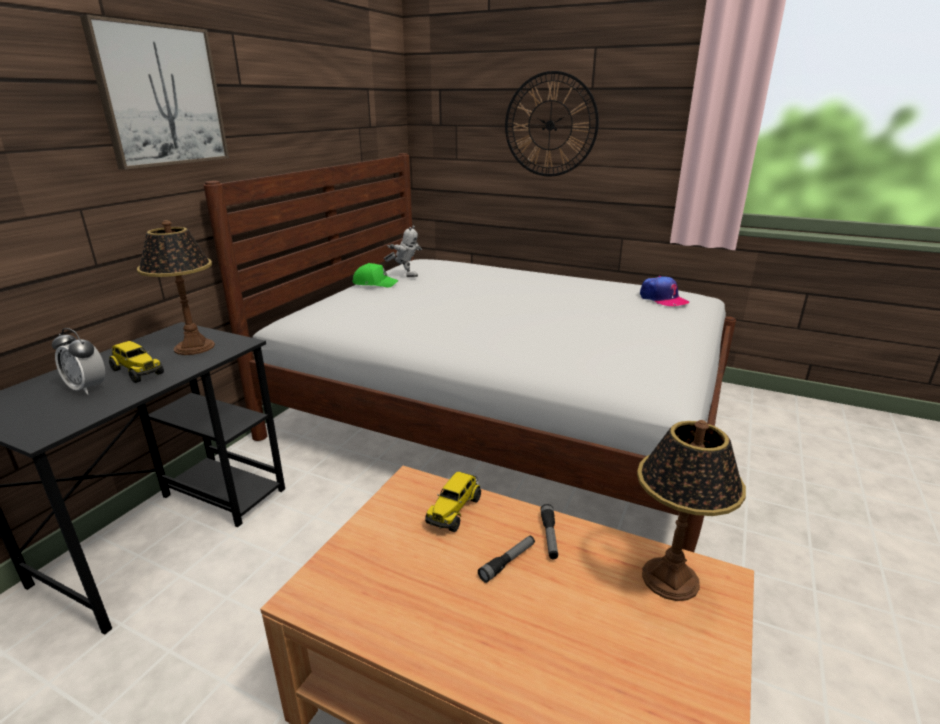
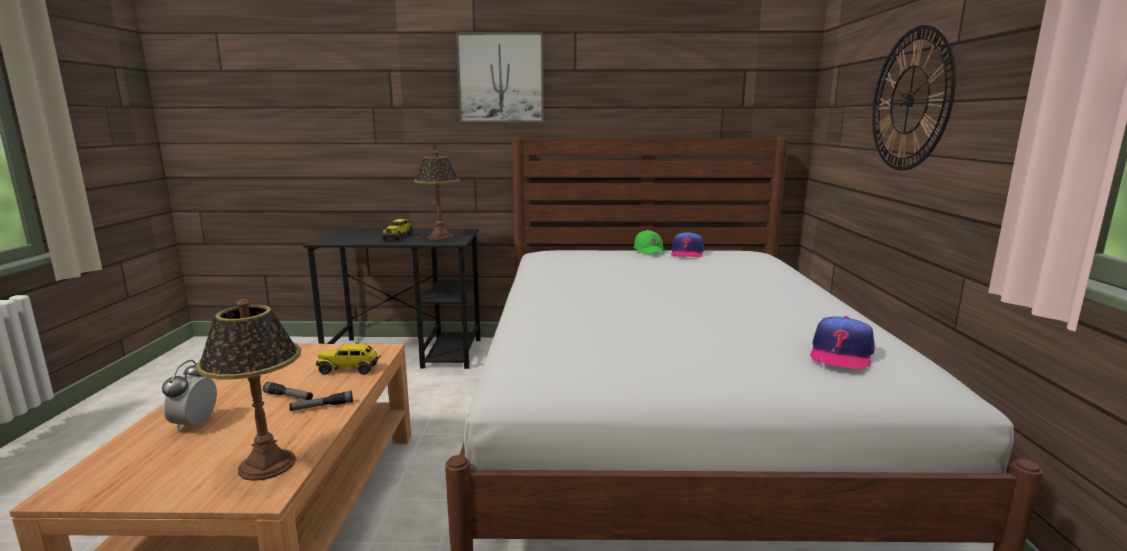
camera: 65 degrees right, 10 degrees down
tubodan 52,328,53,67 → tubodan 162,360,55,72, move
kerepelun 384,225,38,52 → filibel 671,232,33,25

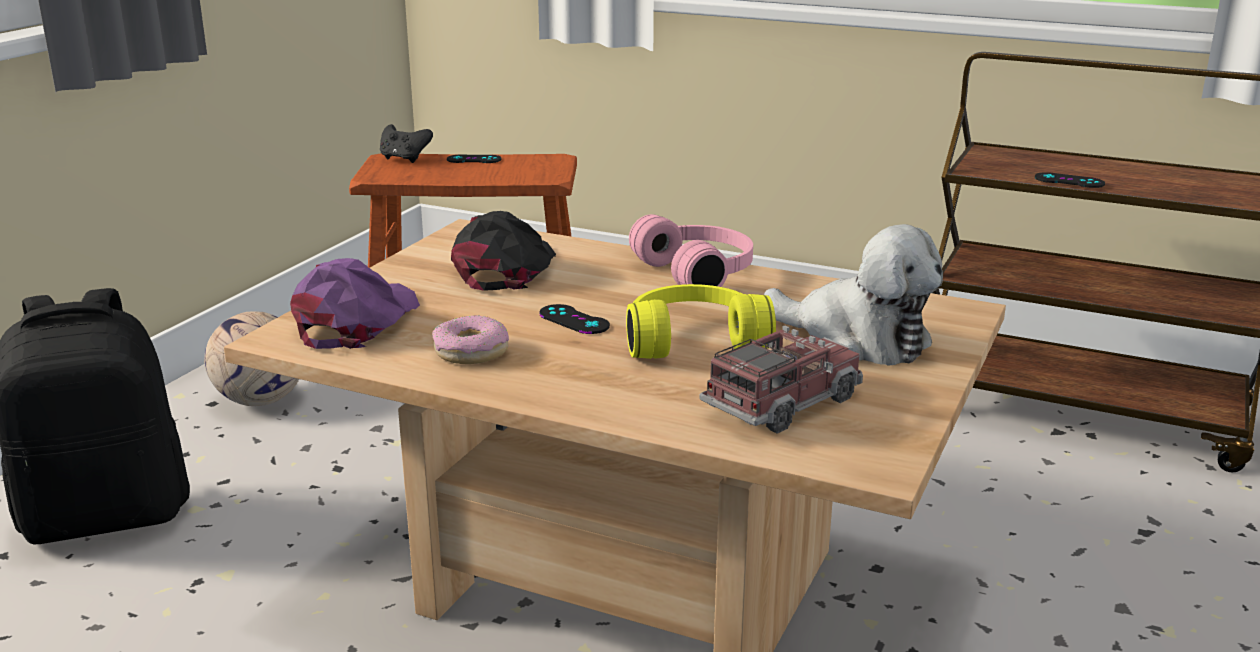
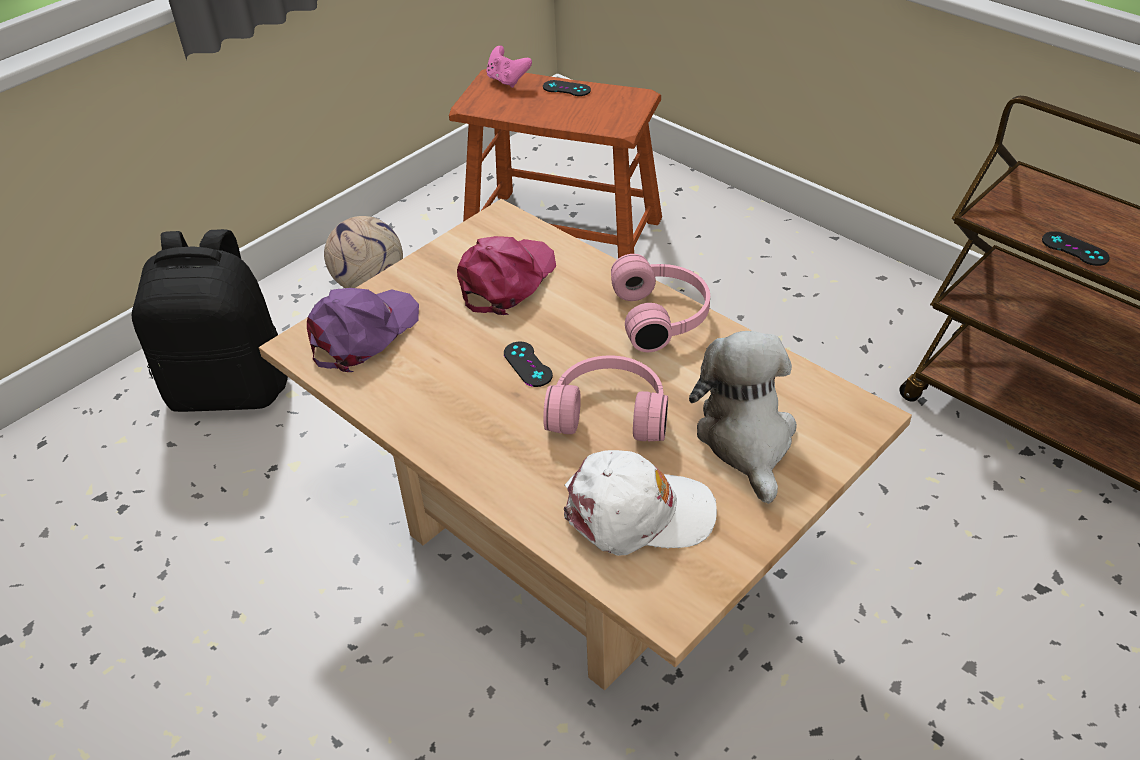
camera: 20 degrees right, 20 degrees up
black filibel 451,211,105,80 → pink filibel 457,236,99,79
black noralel 380,124,53,39 → pink noralel 486,46,46,42
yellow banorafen 626,284,150,75 → pink banorafen 543,355,125,86
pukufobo 699,326,164,108 → white filibel 564,450,153,106
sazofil 764,224,179,142 → sazofil 689,331,108,173, 150 degrees counterclockwise
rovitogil 432,315,77,49 → -

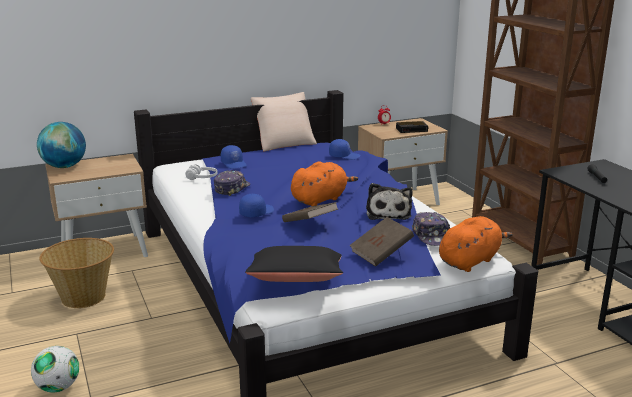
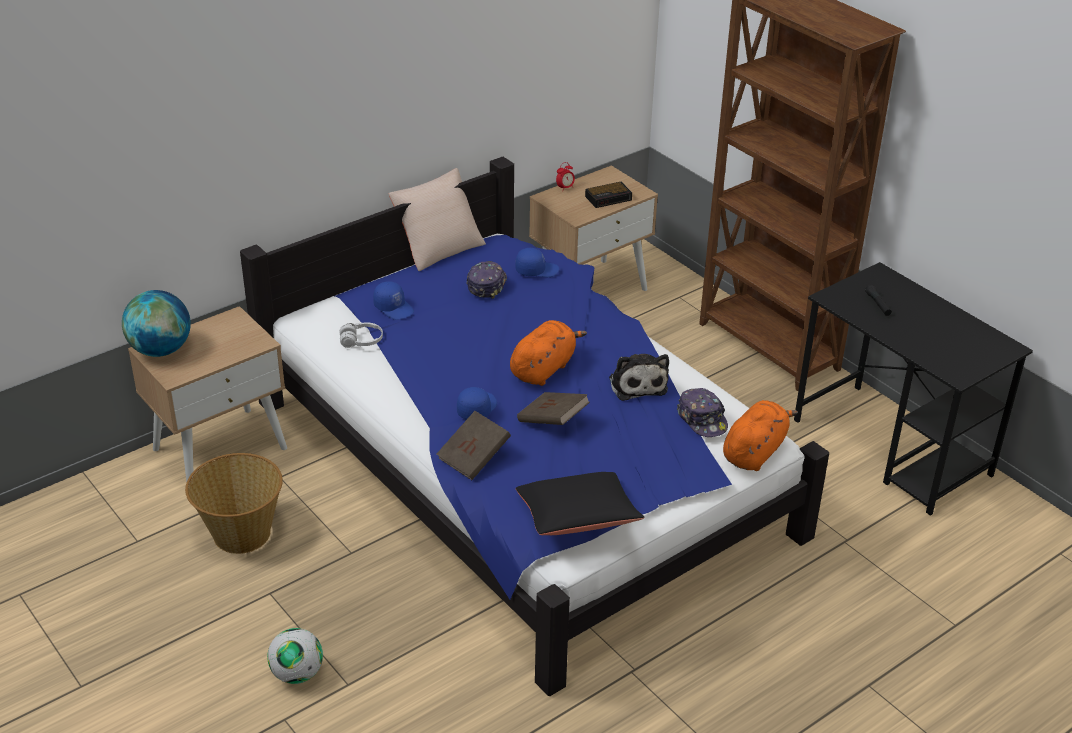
camera: 15 degrees left, 15 degrees up
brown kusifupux 350,217,64,50 → brown kusifupux 437,411,74,69, move
filibel 214,170,36,26 → filibel 466,261,41,38, move

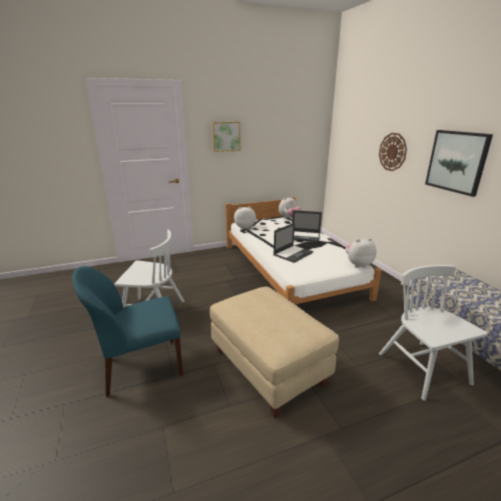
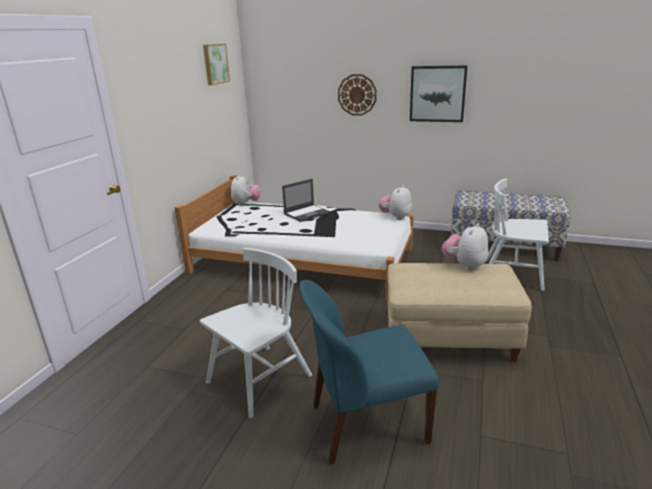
camera: 50 degrees left, 0 degrees up
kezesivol 212,122,29,30 → kezesivol 203,44,27,41, move
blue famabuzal 72,266,111,131 → blue famabuzal 299,280,140,185, 60 degrees clockwise
sazofil 234,206,22,23 → sazofil 442,223,46,47, move
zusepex 273,223,40,40 → -

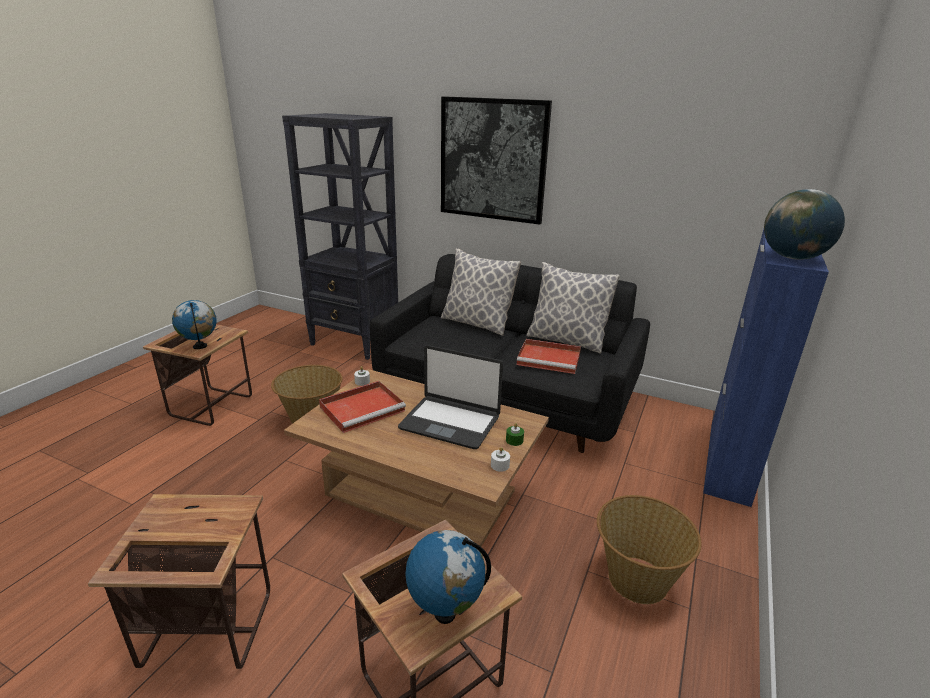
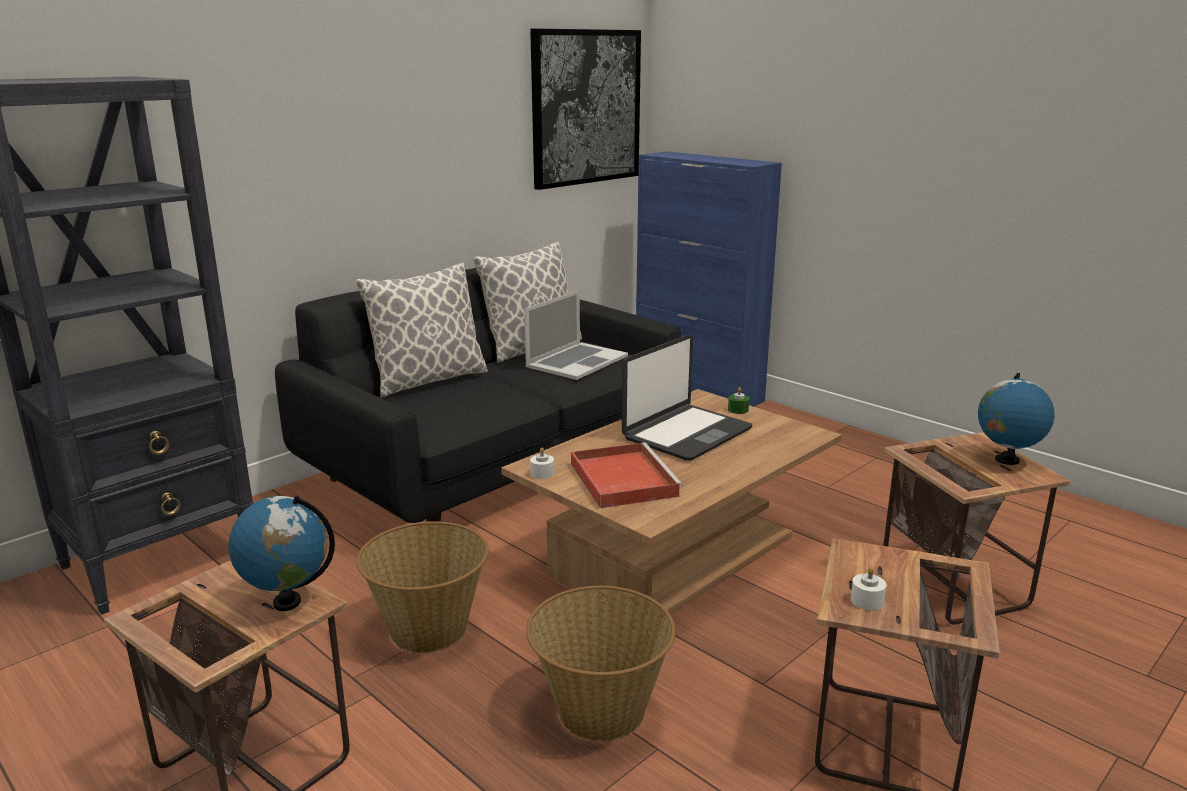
camera: 70 degrees left, 5 degrees down
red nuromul 516,339,65,35 → zusepex 524,290,104,90
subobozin 597,495,105,109 → subobozin 526,586,150,155, move
kezesivol 441,96,111,129 → kezesivol 530,29,111,161, move
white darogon 491,447,19,25 → white darogon 851,567,36,43, move
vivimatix 764,189,81,71 → -

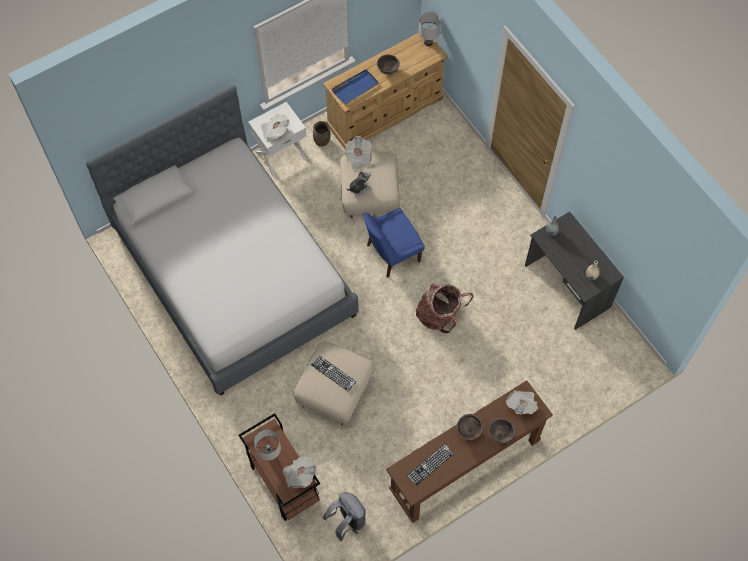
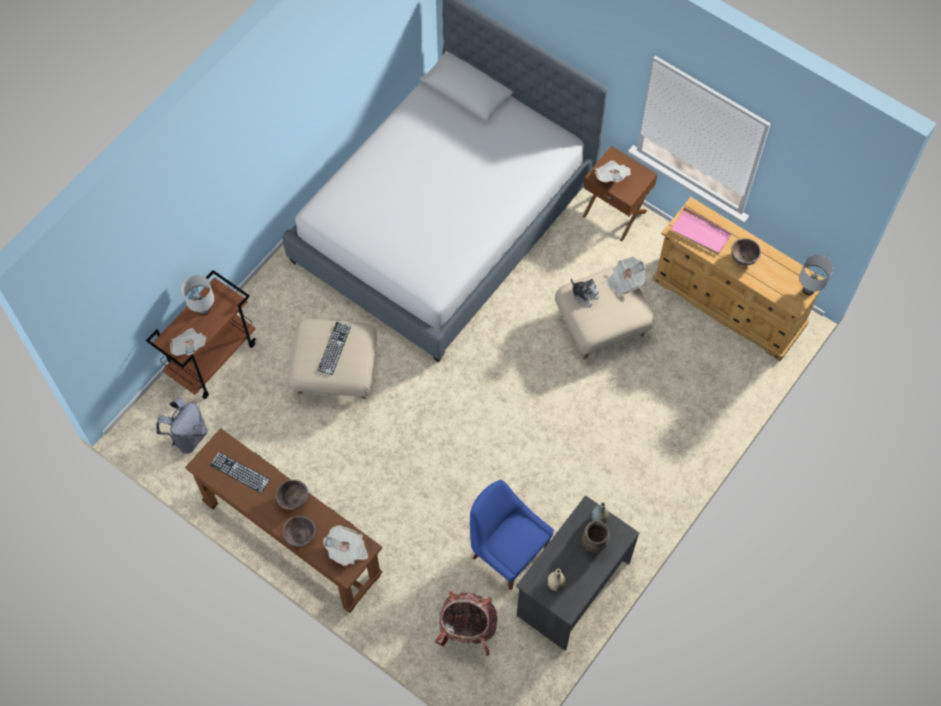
camera: 70 degrees right, 0 degrees up
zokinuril 416,284,57,49 → zokinuril 435,591,62,65, move
blue famabuzal 363,208,62,70 → blue famabuzal 470,480,84,110, move
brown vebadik 313,121,17,25 → brown vebadik 582,520,27,33, move
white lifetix 248,102,59,75 → brown lifetix 583,146,75,96
blue nuromul 332,69,47,36 → pink nuromul 670,206,62,49

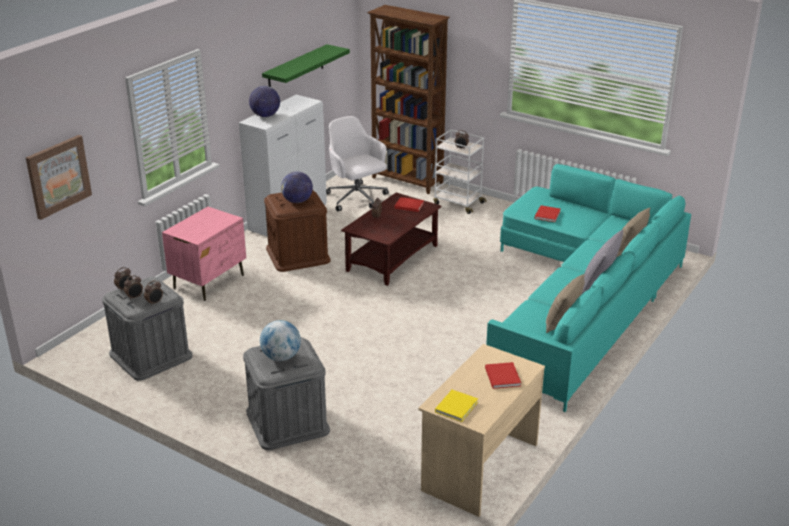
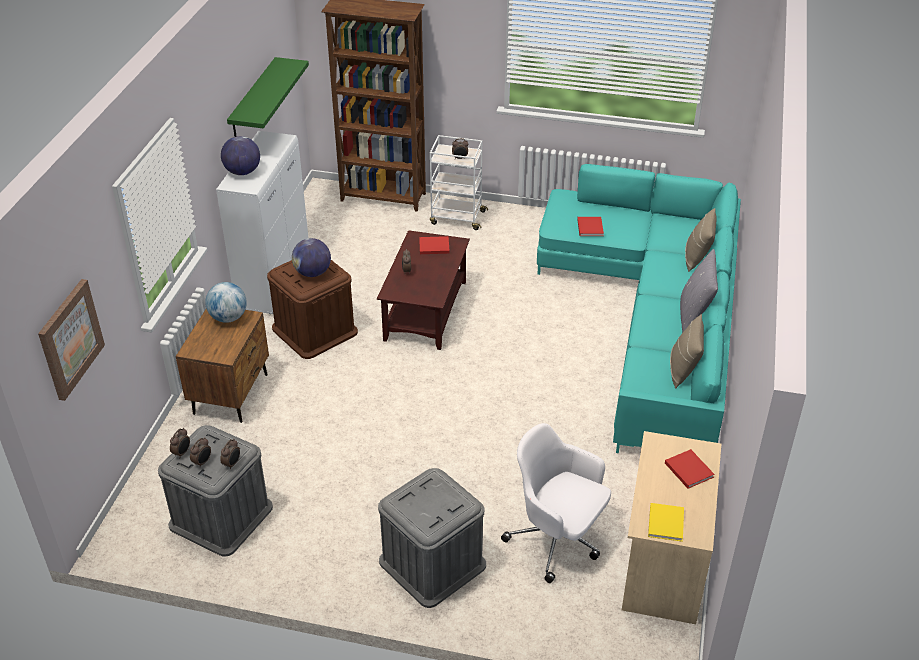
camera: 20 degrees left, 10 degrees up
pink lifetix 162,207,84,94 → brown lifetix 176,309,93,114
vivimatix 260,320,41,41 → vivimatix 205,282,42,41, move
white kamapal 326,116,63,95 → white kamapal 501,423,110,160, move

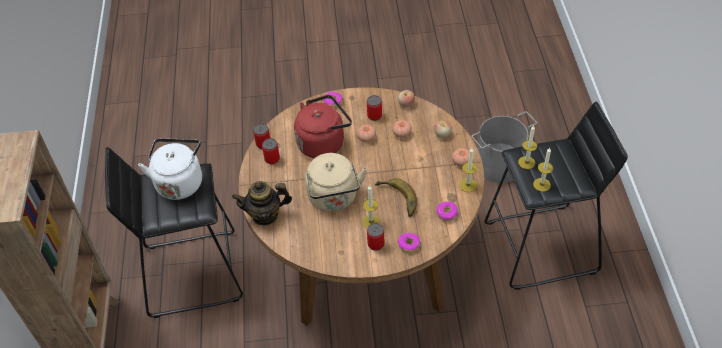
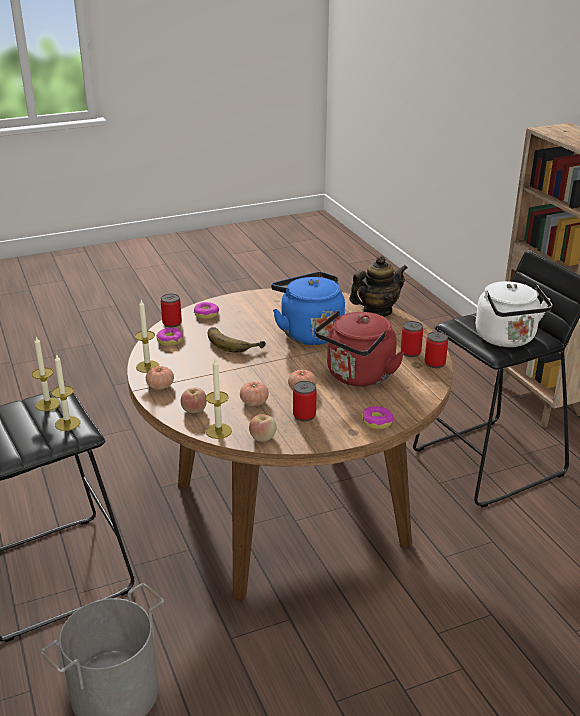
camera: 160 degrees right, 20 degrees down
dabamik 367,223,17,28 → dabamik 161,294,21,34, move
darogon 362,185,18,44 → darogon 206,359,26,80, move
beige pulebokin 305,153,62,59 → blue pulebokin 271,272,74,73

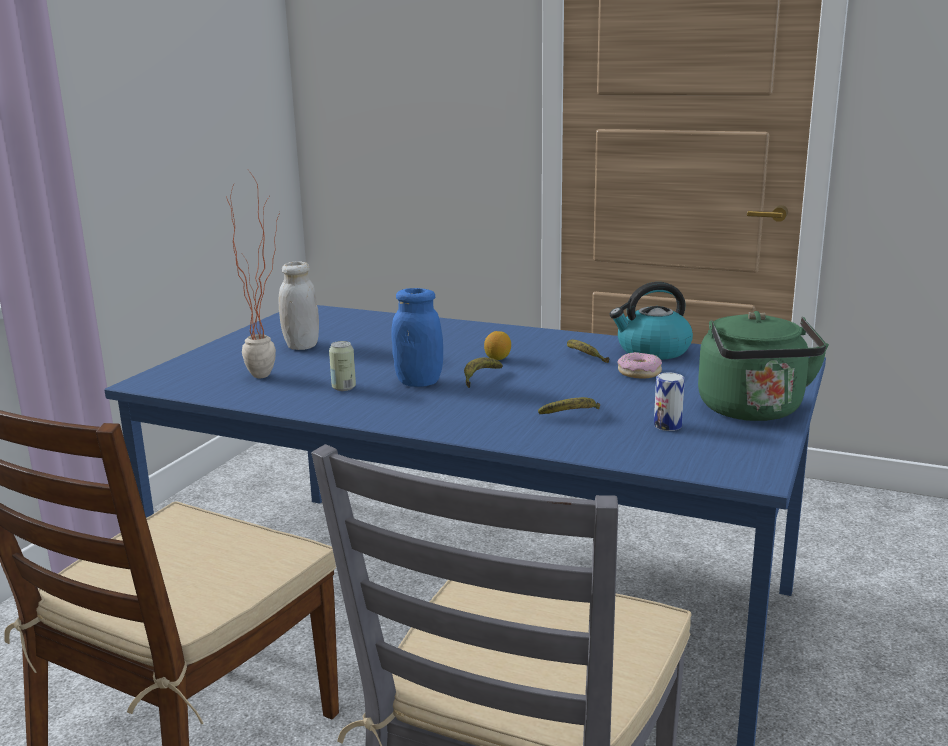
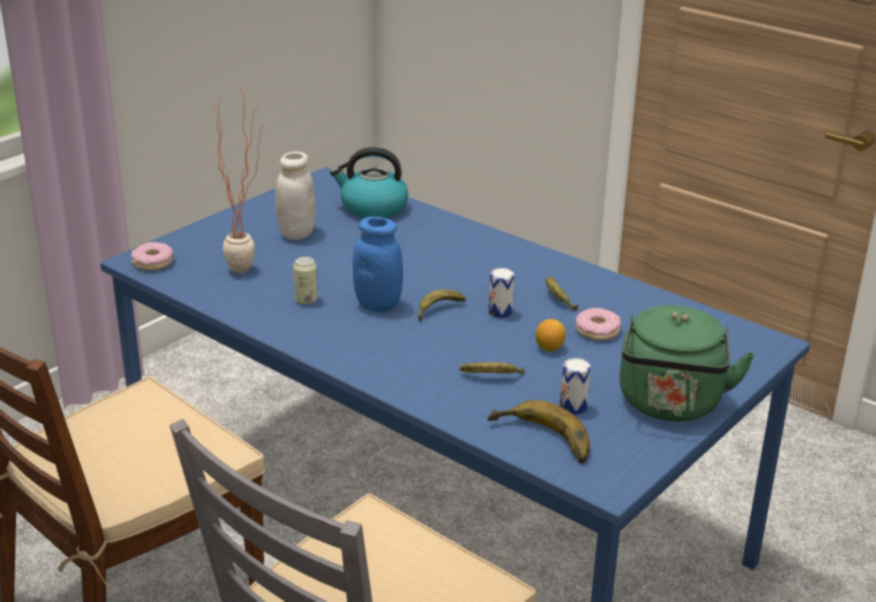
camera: 15 degrees right, 10 degrees up
- → rovitogil 131,242,43,28
pulebokin 610,282,83,78 → pulebokin 330,147,78,71, move
- → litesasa 487,400,103,64
- → dabamik 489,268,25,51
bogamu 484,331,27,29 → bogamu 535,319,31,32, move

